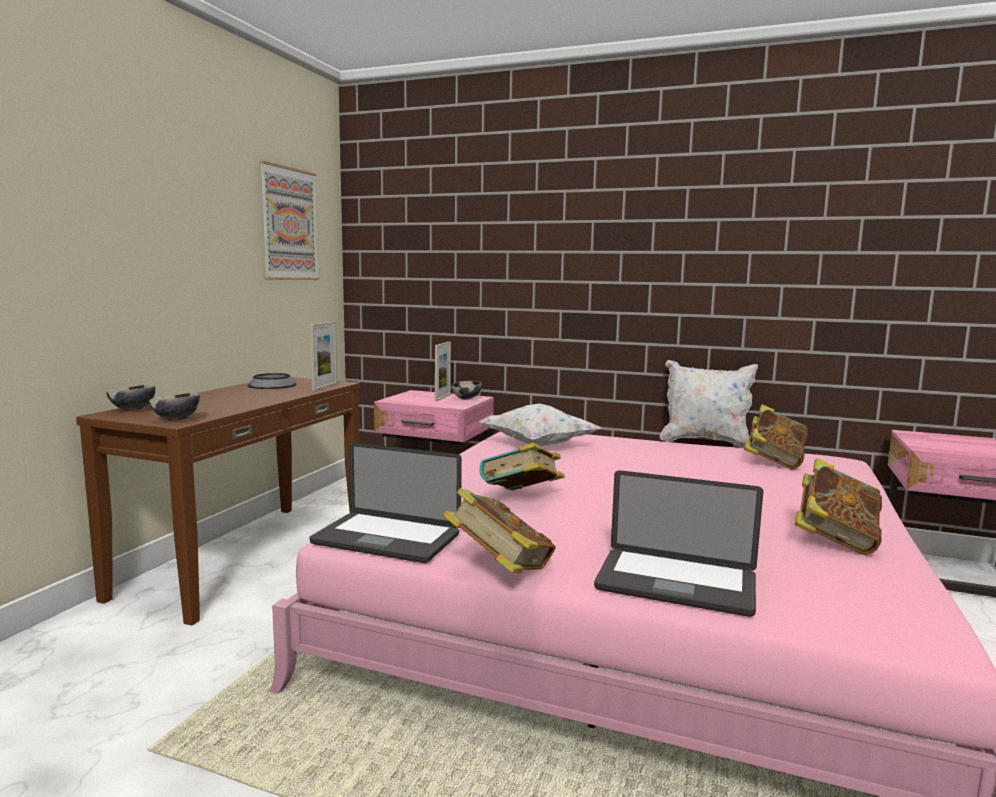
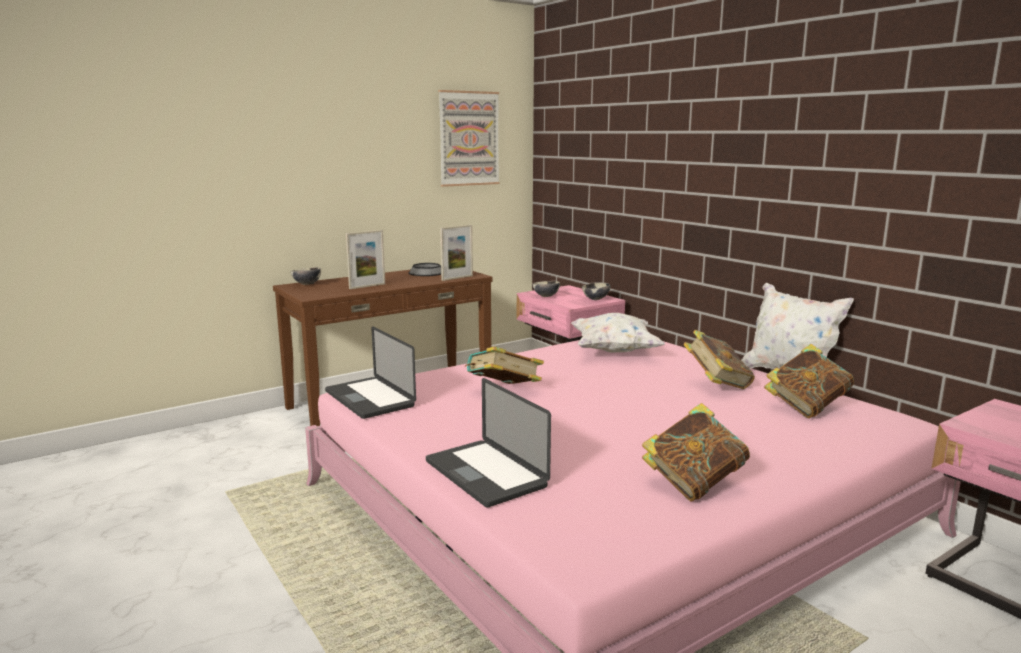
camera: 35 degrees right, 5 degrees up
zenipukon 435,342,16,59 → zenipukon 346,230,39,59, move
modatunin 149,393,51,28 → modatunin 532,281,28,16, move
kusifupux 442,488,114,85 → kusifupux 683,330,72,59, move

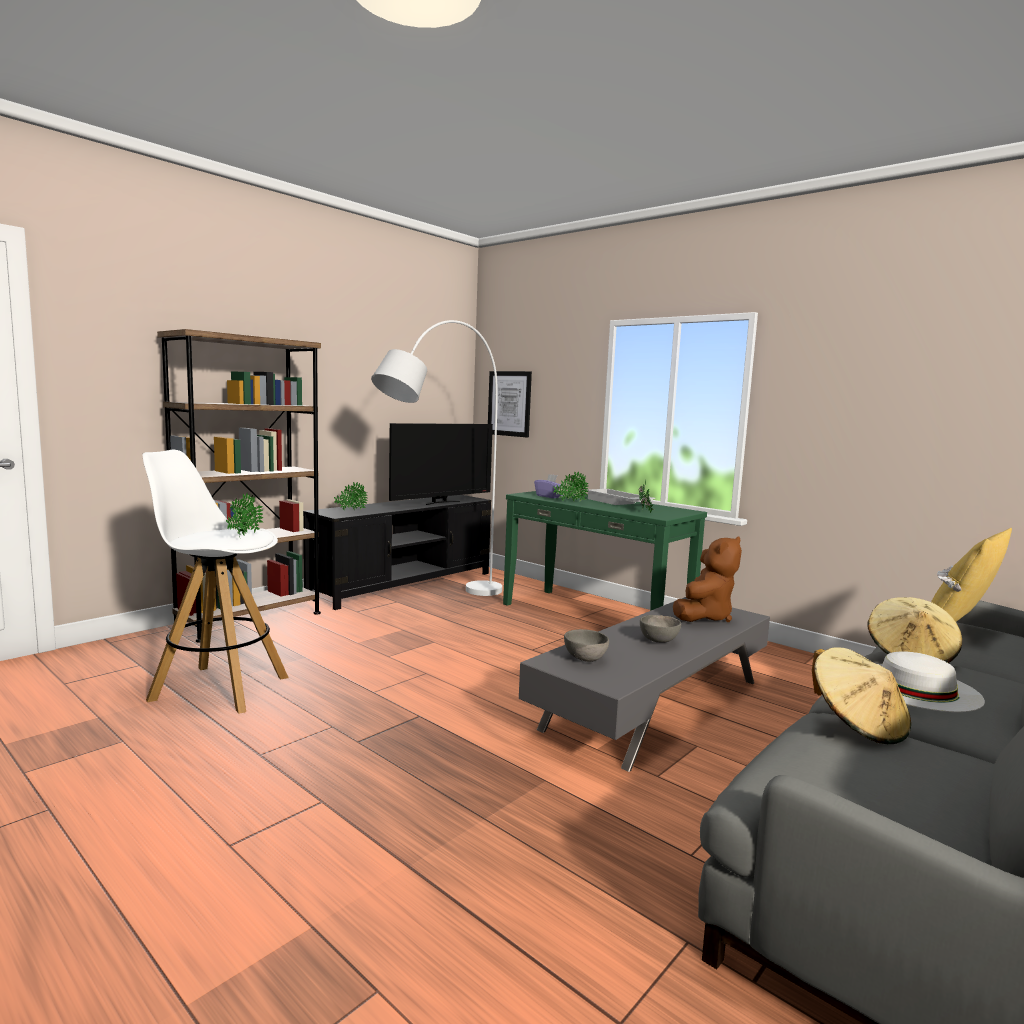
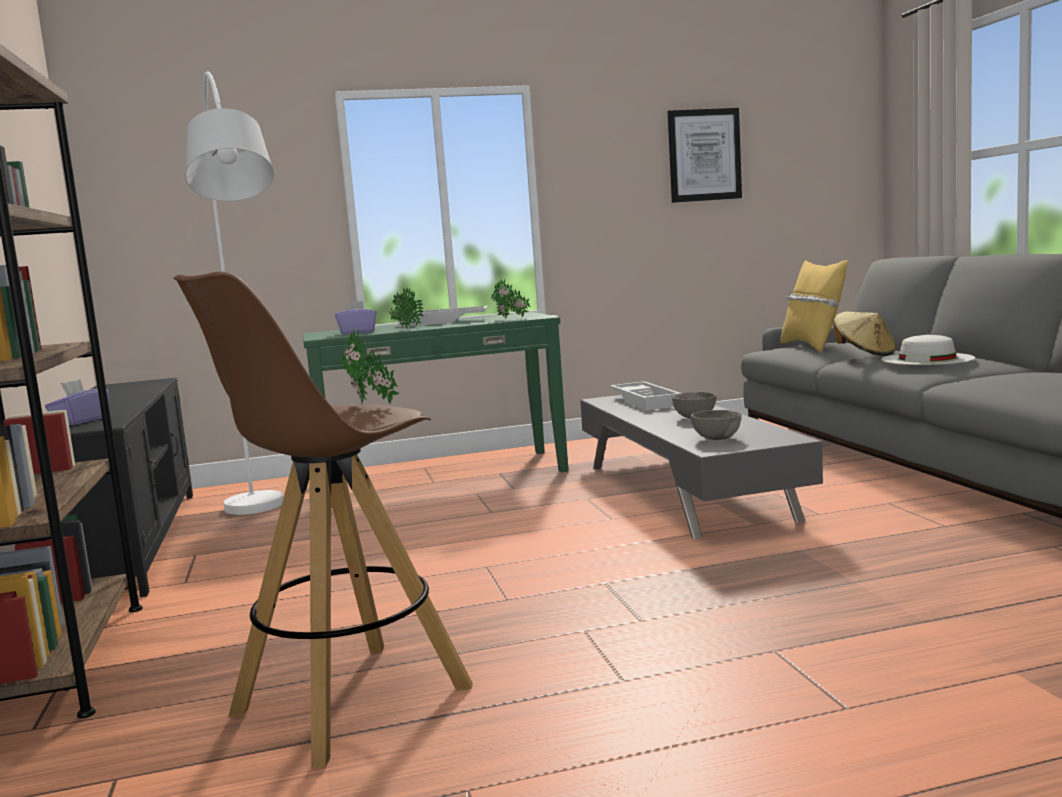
camera: 55 degrees left, 0 degrees up
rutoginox 334,482,34,28 → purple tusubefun 45,379,64,46
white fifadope 142,450,147,264 → brown fifadope 173,271,300,498
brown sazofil 673,537,69,85 → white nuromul 610,381,72,29
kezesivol 488,371,44,67 → kezesivol 668,108,74,95, move
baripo 389,423,104,82 → -
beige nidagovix 812,647,99,97 → -

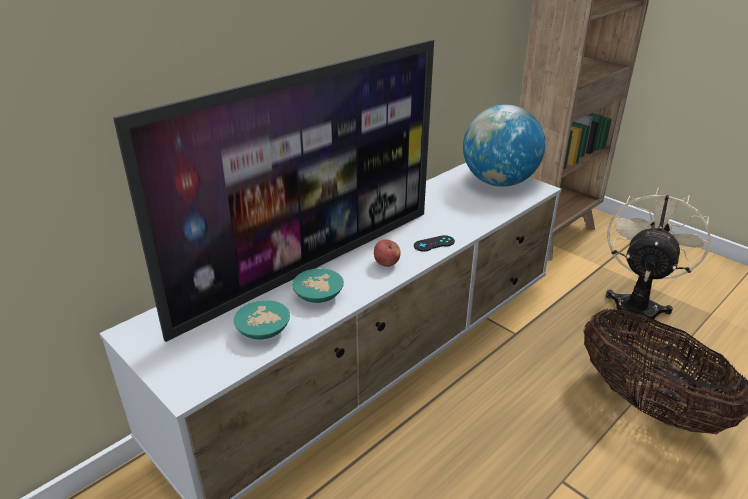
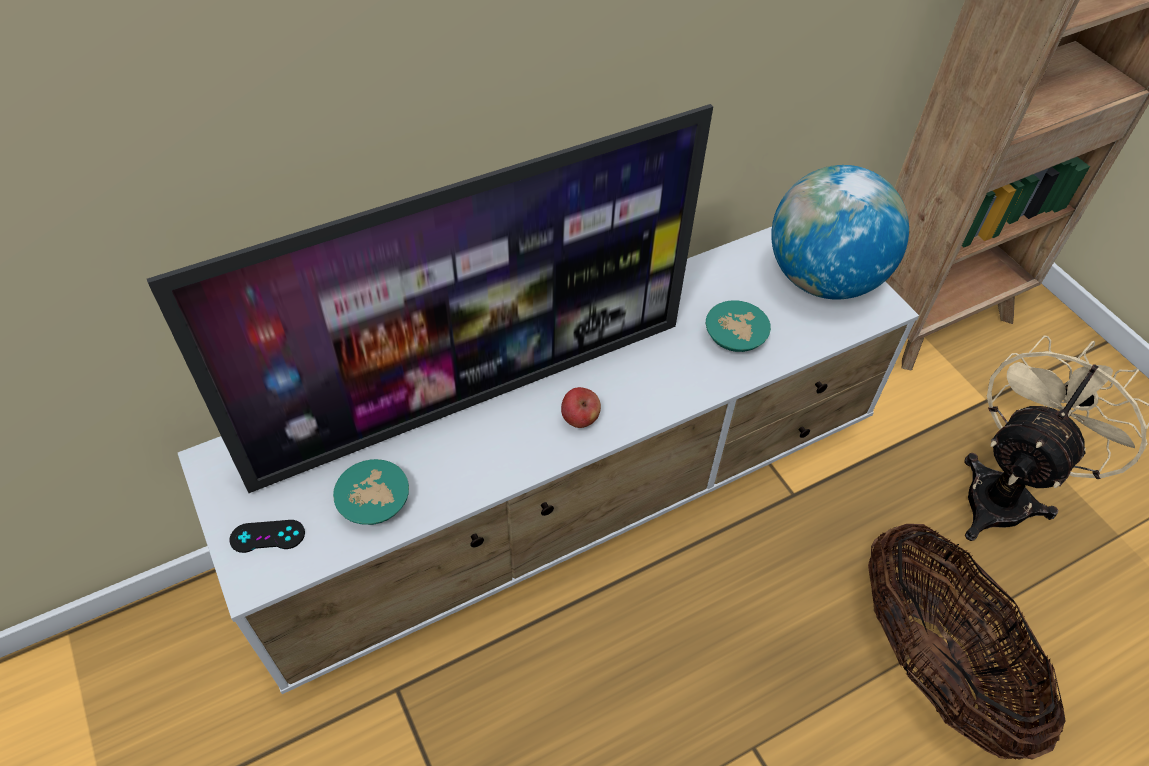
camera: 15 degrees right, 20 degrees up
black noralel 414,235,41,17 → black noralel 229,520,76,33, move
turquoise modatunin 292,268,52,35 → turquoise modatunin 706,300,65,52, move

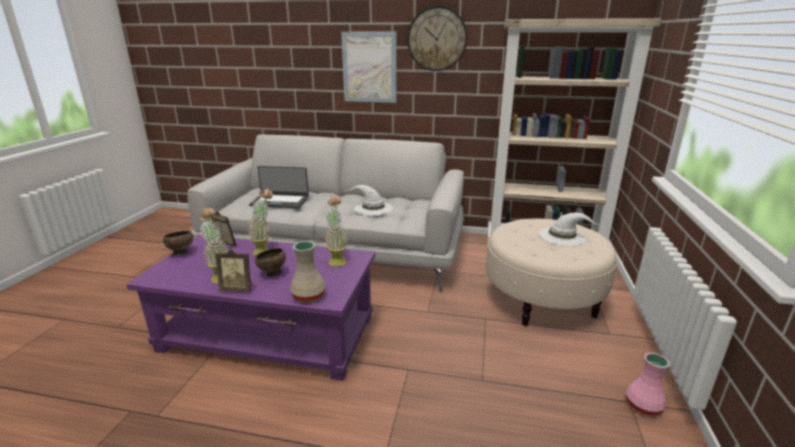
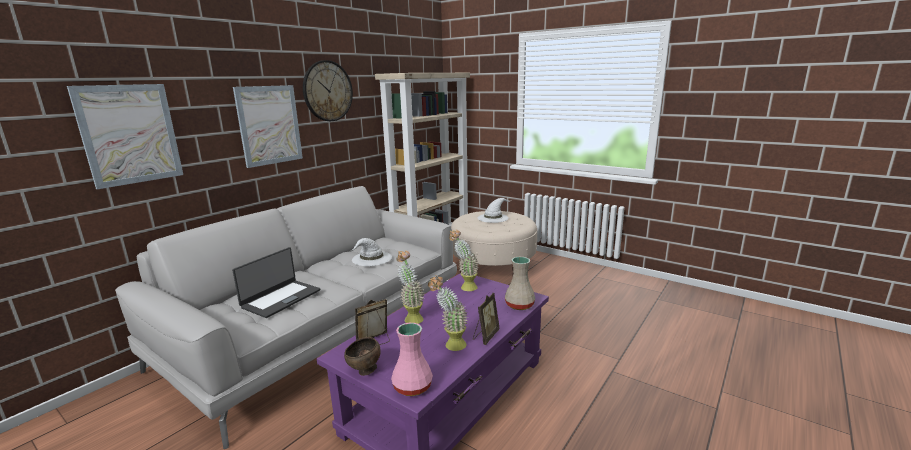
camera: 65 degrees left, 5 degrees down
- → kezesivol 67,84,116,105
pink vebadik 626,353,44,62 → pink vebadik 391,323,42,73, move
brown modatunin 255,248,31,29 → -

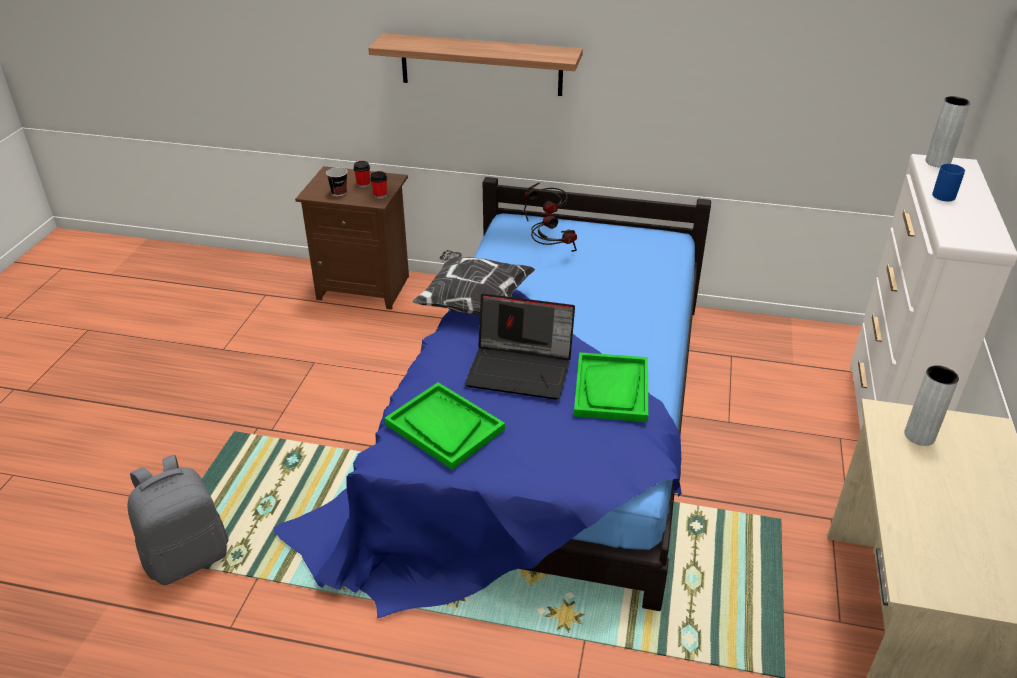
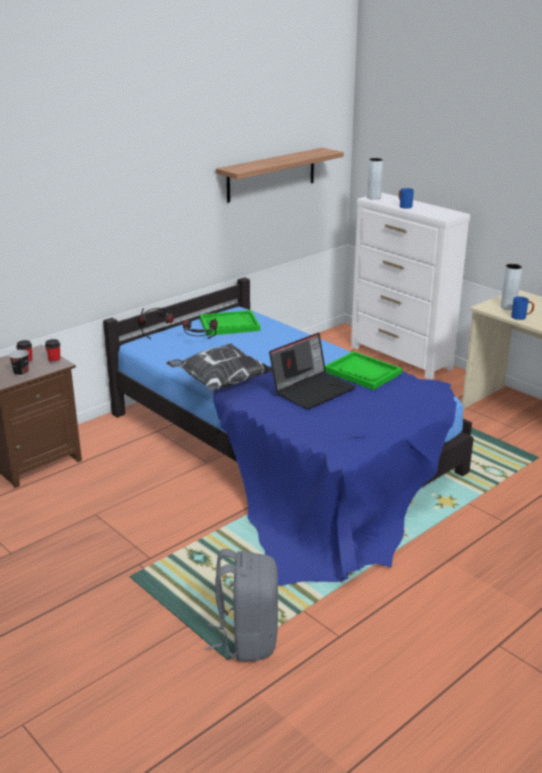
camera: 55 degrees left, 10 degrees down
green nuromul 384,382,121,88 → green nuromul 200,310,60,26, move
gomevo 368,33,215,63 → gomevo 216,148,128,55, move
- → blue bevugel 511,297,23,23

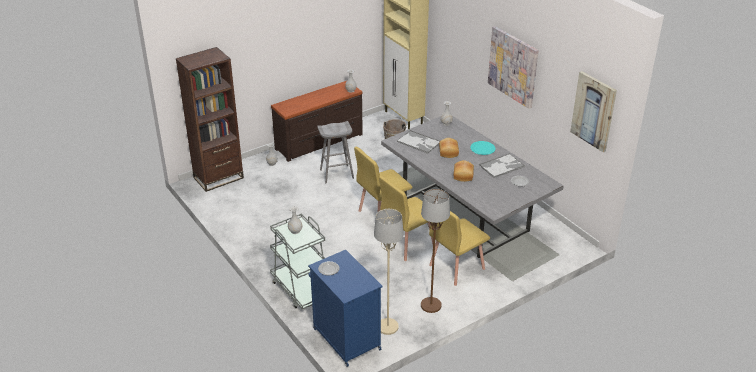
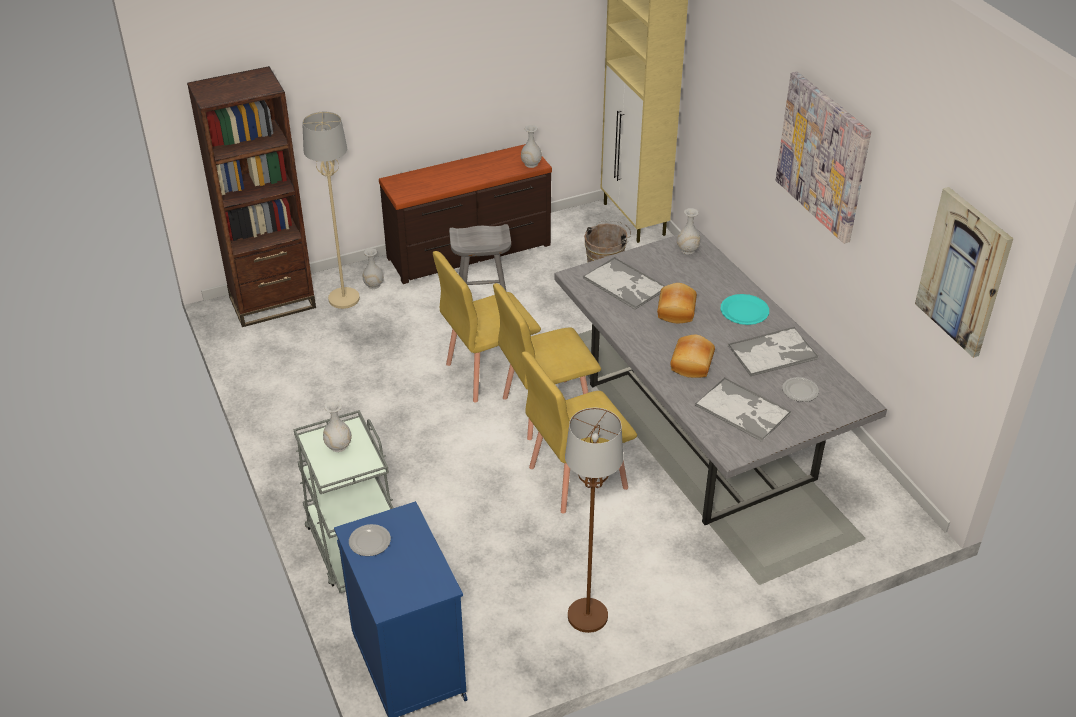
camera: 10 degrees right, 5 degrees up
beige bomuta 374,209,30,126 → beige bomuta 302,112,58,197, move
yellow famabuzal 429,211,61,75 → yellow famabuzal 433,251,108,152, move
- → nuromul 695,377,97,65

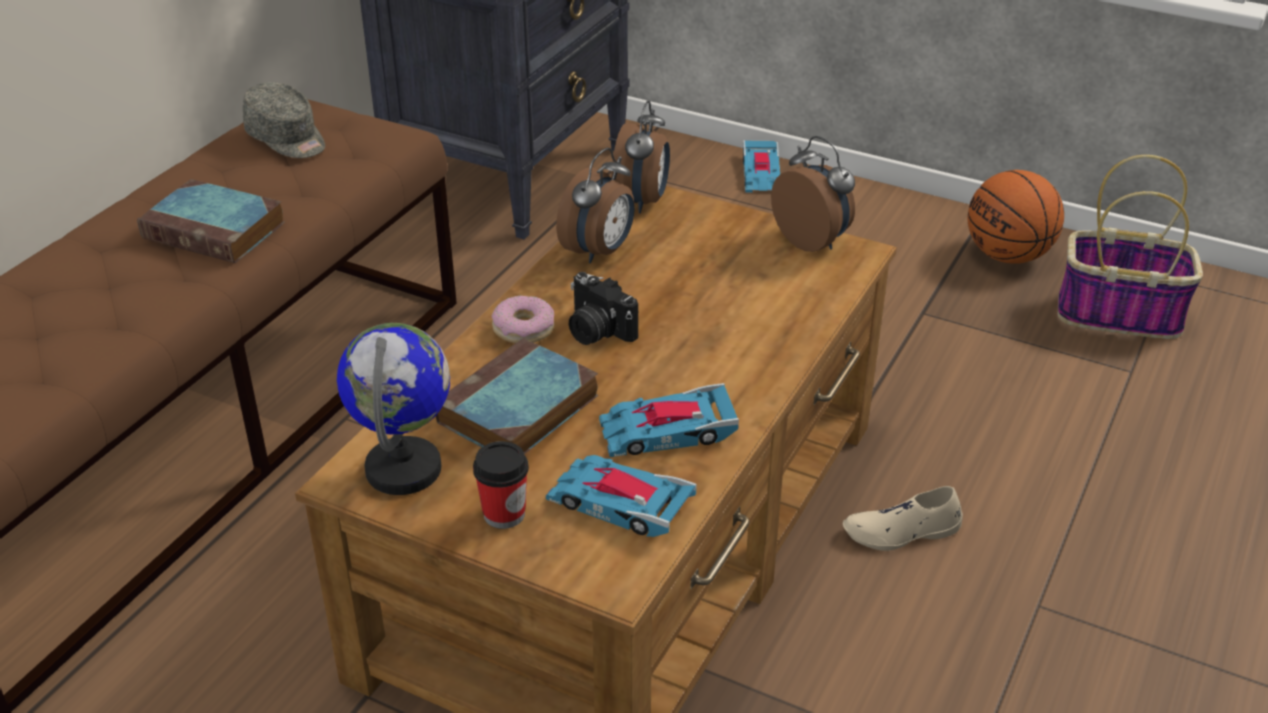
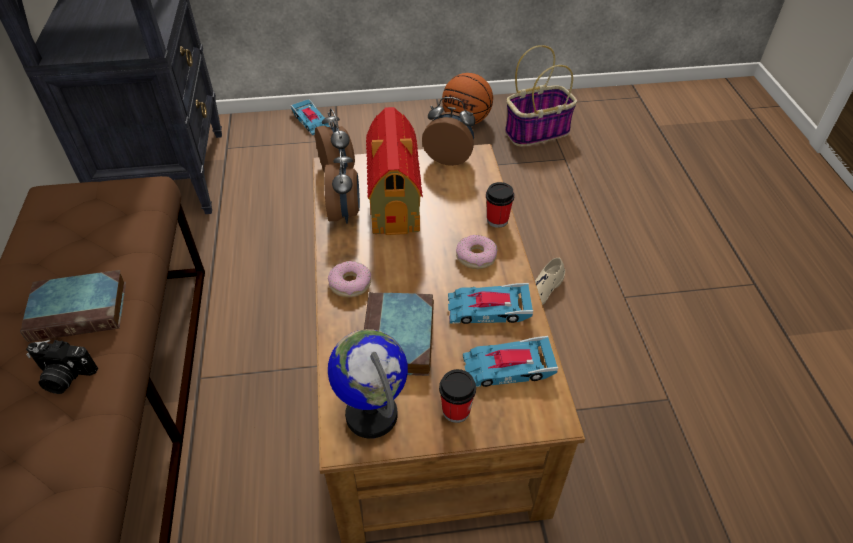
camera: 35 degrees left, 10 degrees up
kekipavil 569,272,69,73 → kekipavil 26,340,72,54, move
- → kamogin 366,107,57,128
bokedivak 599,383,140,74 → bokedivak 448,283,85,41, 45 degrees clockwise
- → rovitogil 456,235,41,34
- → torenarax 486,182,28,46
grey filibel 243,82,82,76 → -

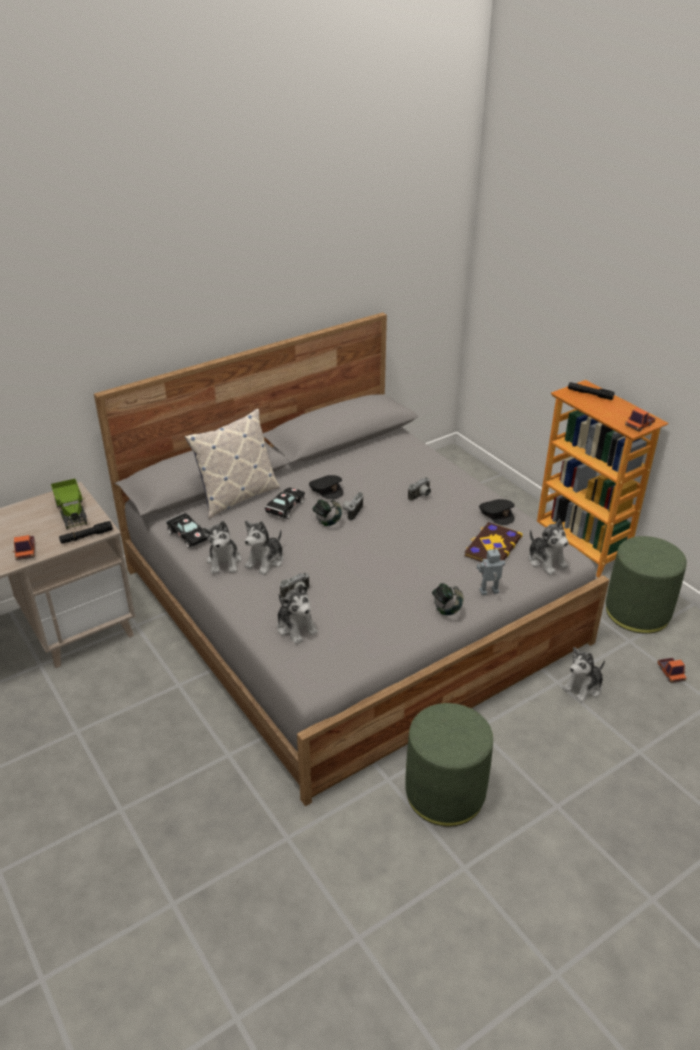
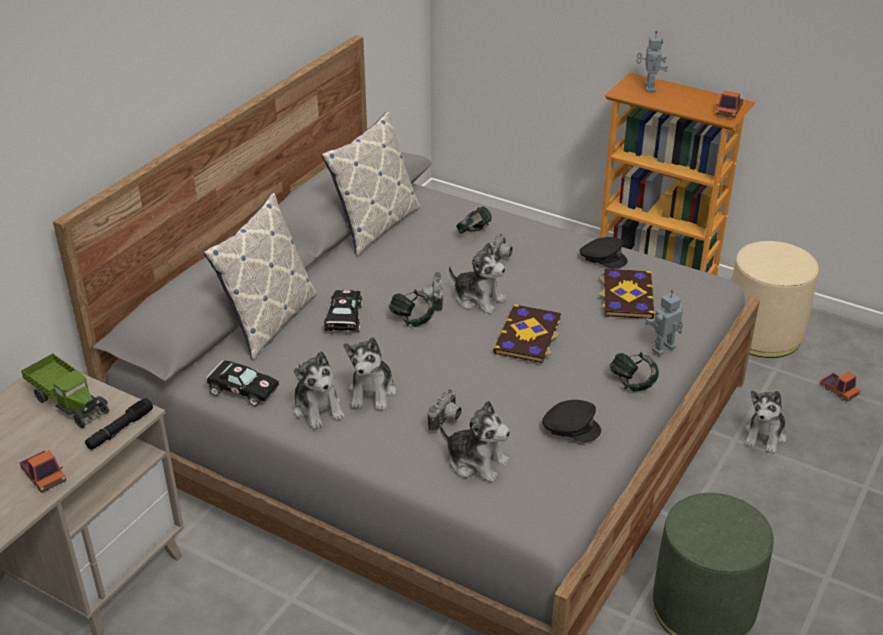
camera: 25 degrees left, 0 degrees up
- → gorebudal 321,111,99,145
sazofil 529,519,40,56 → sazofil 449,242,58,72, move
- → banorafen 456,207,36,27
- → kusifupux 493,304,69,59
black filibel 309,475,34,24 → black filibel 542,400,59,42, move
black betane 568,382,46,18 → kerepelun 636,31,32,62
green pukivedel 606,536,81,98 → beige pukivedel 731,241,88,117

